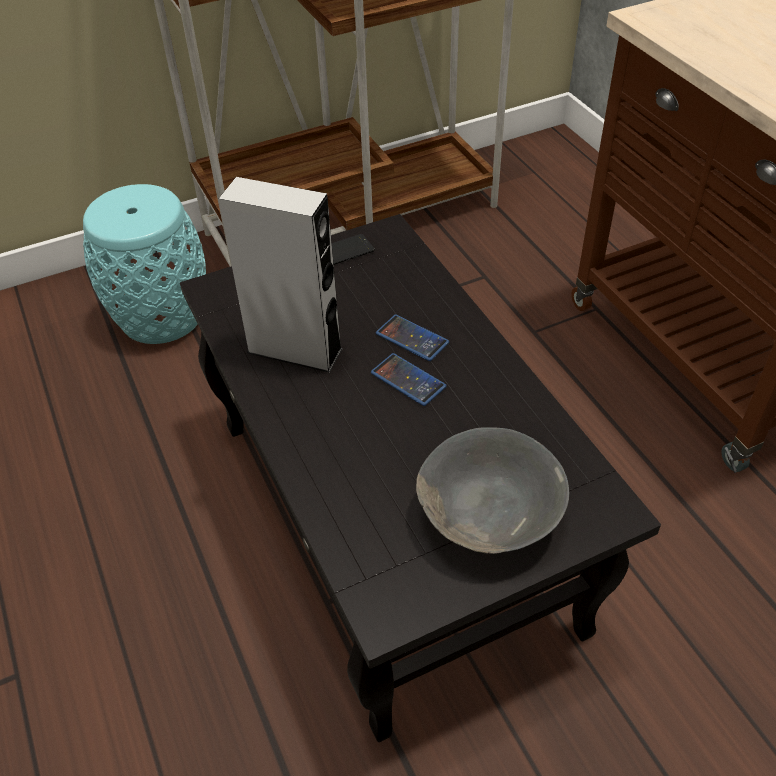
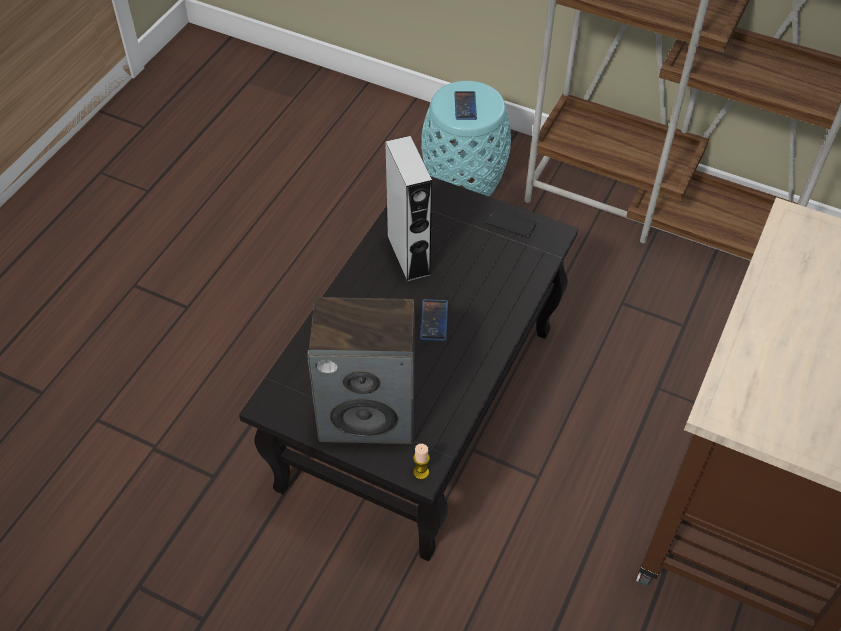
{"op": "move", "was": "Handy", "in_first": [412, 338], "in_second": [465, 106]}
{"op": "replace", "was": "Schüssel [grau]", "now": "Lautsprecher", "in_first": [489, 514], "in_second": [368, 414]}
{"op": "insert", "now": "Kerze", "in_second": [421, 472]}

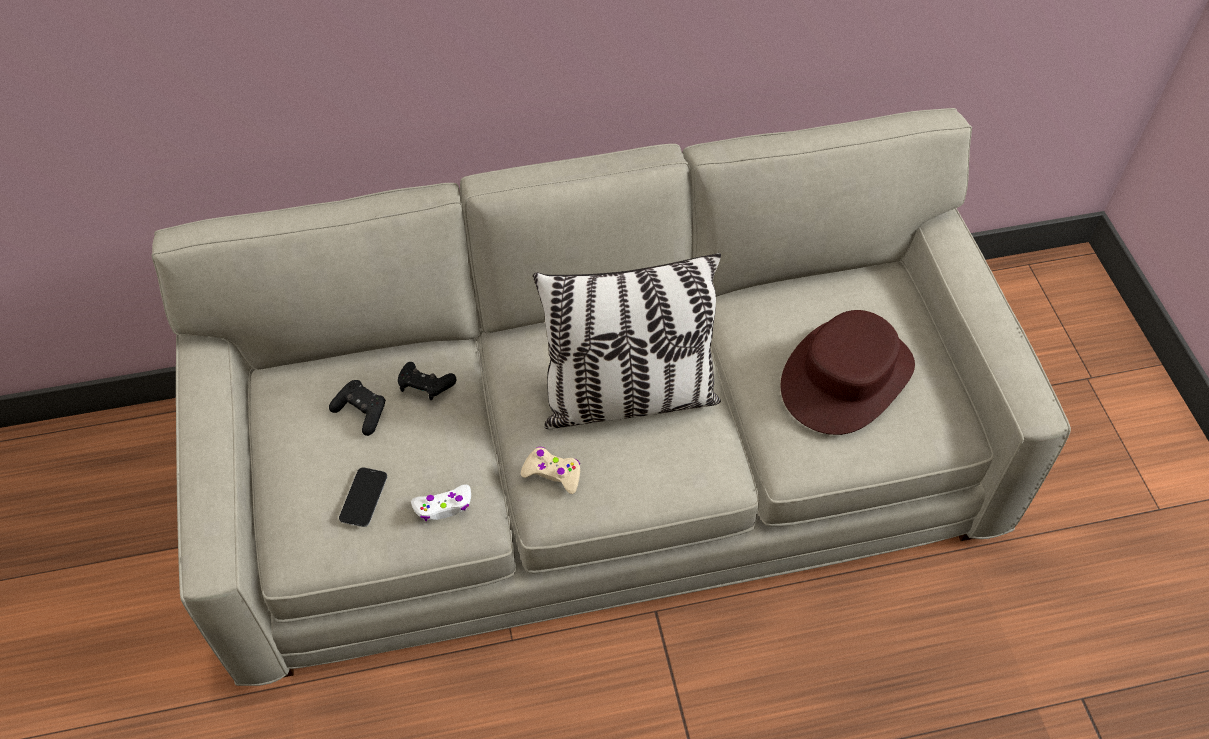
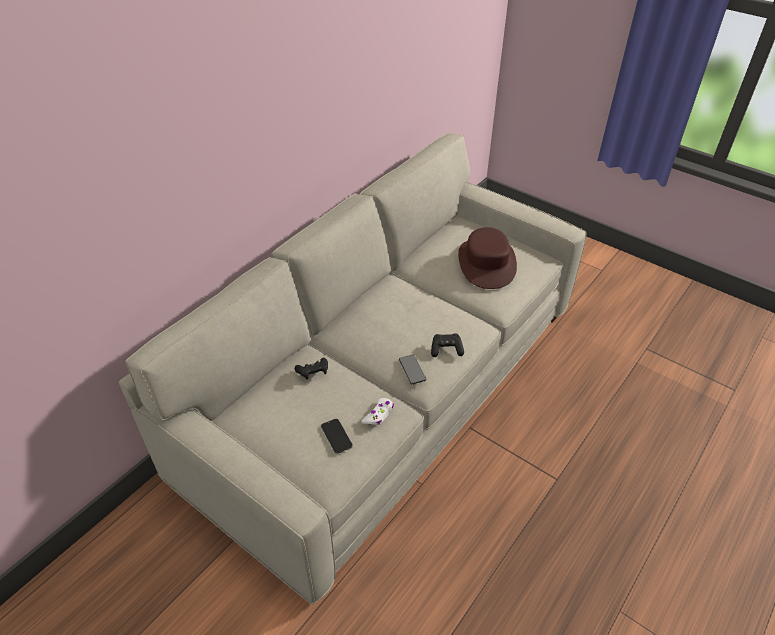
{"op": "delete", "was": "Kissen", "in_first": [629, 398]}
{"op": "move", "was": "Gamepad [schwarz]", "in_first": [361, 412], "in_second": [446, 349]}
{"op": "replace", "was": "Gamepad [beige]", "now": "Handy", "in_first": [552, 473], "in_second": [412, 370]}

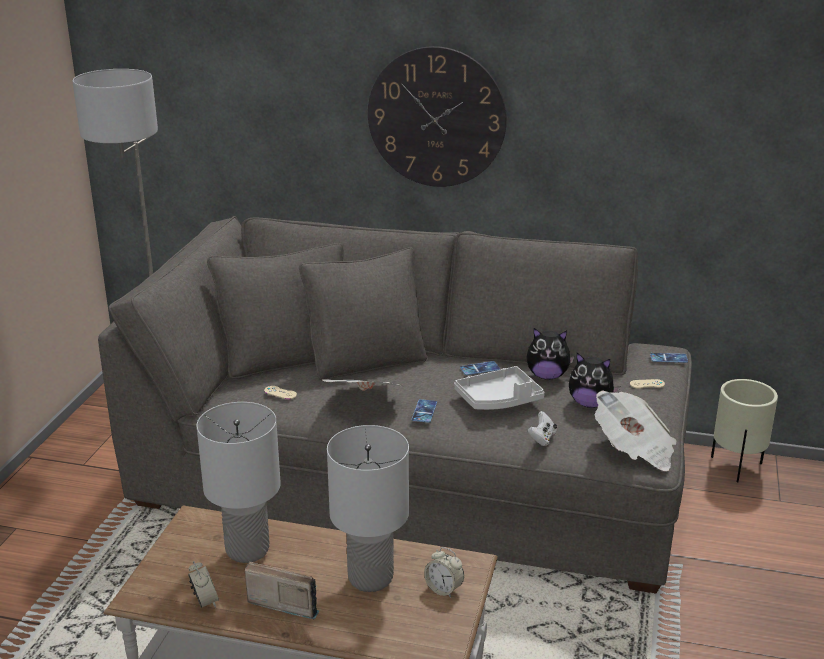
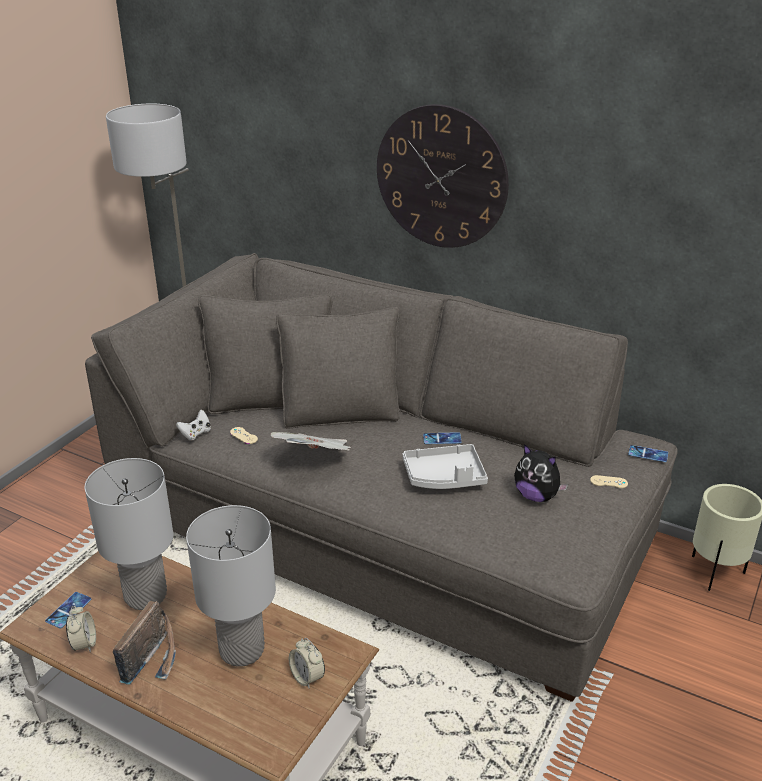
{"op": "delete", "was": "Plüschtier", "in_first": [547, 376]}
{"op": "delete", "was": "Zeitung", "in_first": [634, 450]}
{"op": "move", "was": "Handy", "in_first": [424, 411], "in_second": [68, 610]}
{"op": "move", "was": "Gamepad [weiß]", "in_first": [542, 438], "in_second": [196, 434]}
{"op": "rotate", "was": "Radio", "in_first": [285, 601], "in_second": [154, 658], "clockwise": 75}

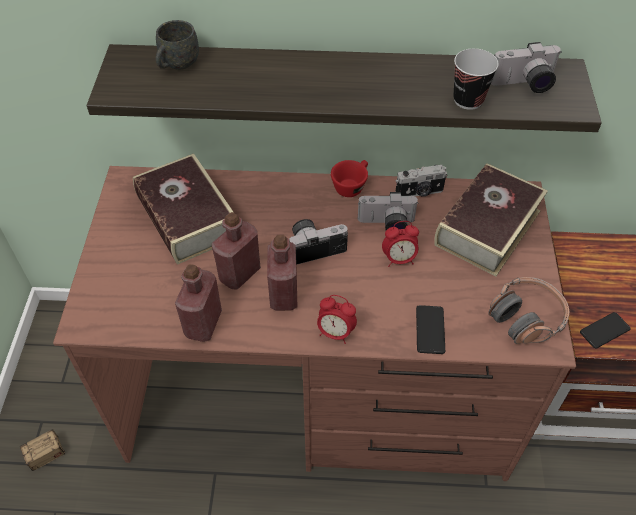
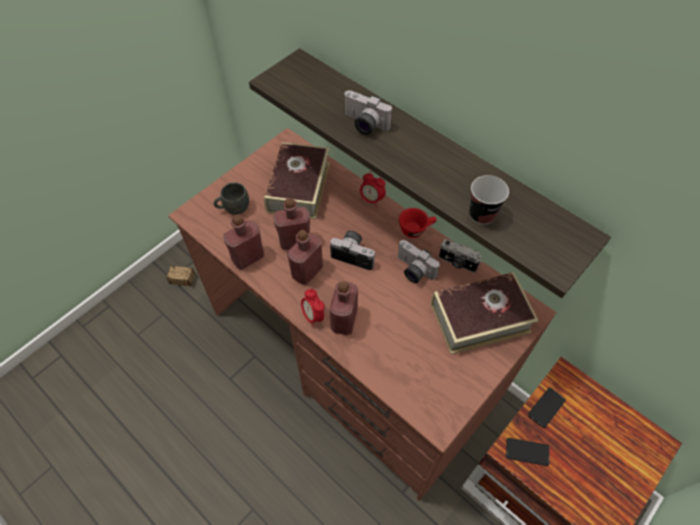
{"op": "move", "was": "Henkelbecher [grau]", "in_first": [177, 65], "in_second": [233, 208]}
{"op": "move", "was": "Kamera", "in_first": [524, 85], "in_second": [363, 124]}
{"op": "move", "was": "Wecker", "in_first": [399, 259], "in_second": [371, 199]}
{"op": "delete", "was": "Kopfhörer", "in_first": [526, 318]}
{"op": "move", "was": "Handy", "in_first": [430, 330], "in_second": [546, 407]}
{"op": "insert", "now": "Flasche [rot]", "in_second": [344, 320]}

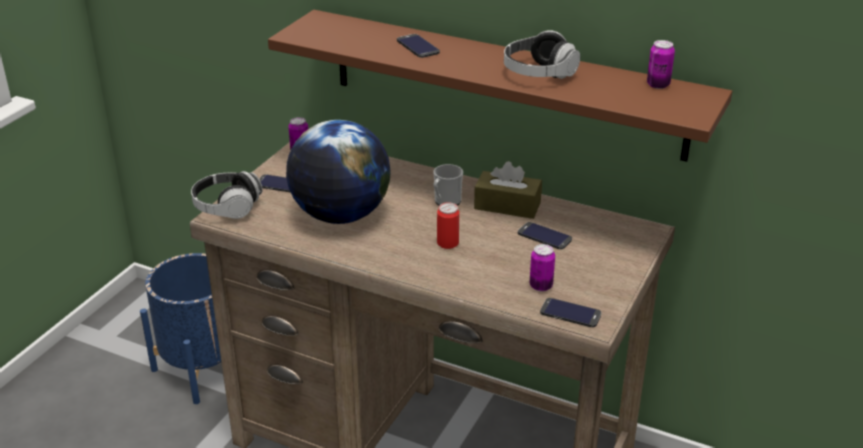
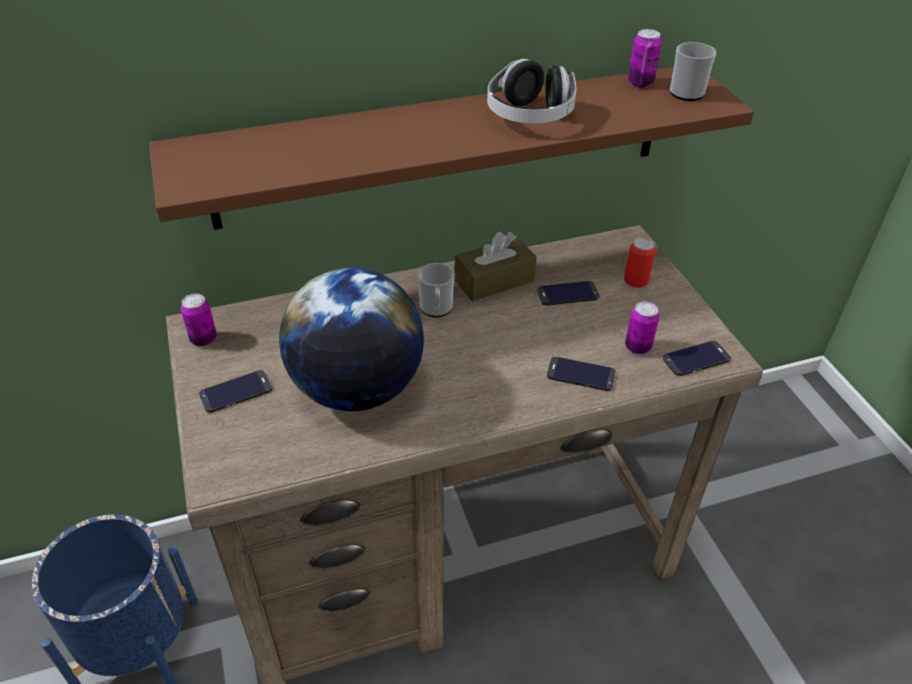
{"op": "move", "was": "Handy", "in_first": [418, 46], "in_second": [580, 374]}
{"op": "delete", "was": "Kopfhörer", "in_first": [227, 207]}
{"op": "move", "was": "Dose", "in_first": [448, 243], "in_second": [636, 280]}
{"op": "insert", "now": "Henkelbecher", "in_second": [689, 92]}

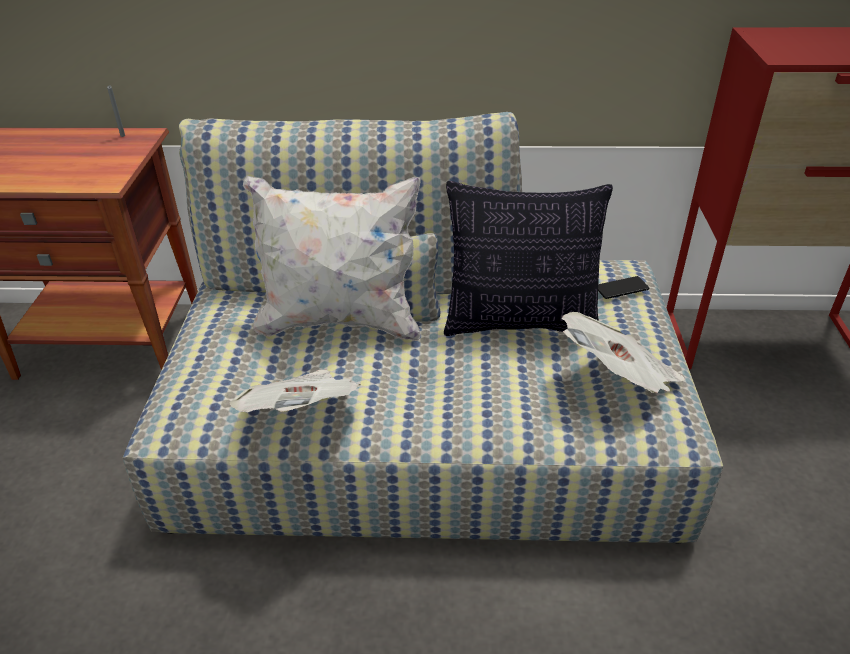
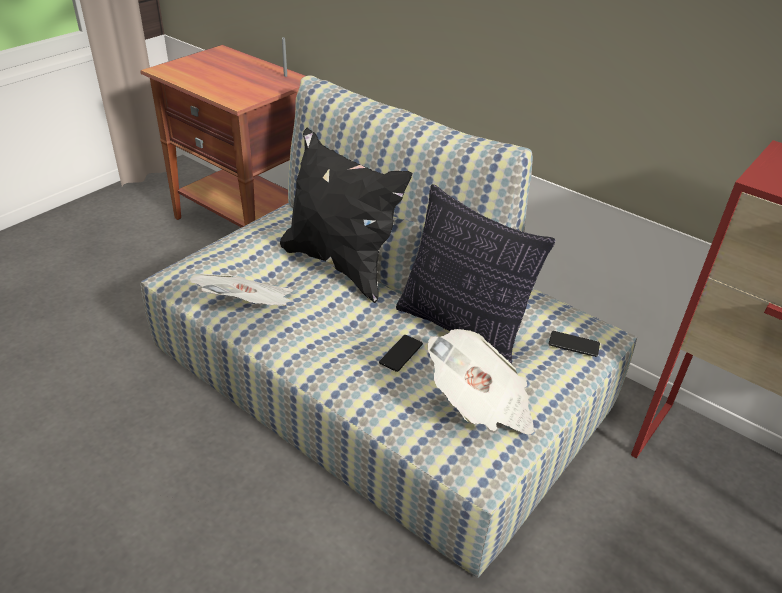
{"op": "recolor", "was": "Kissen [weiß]", "now": "Kissen [schwarz]", "in_first": [340, 322], "in_second": [340, 265]}
{"op": "insert", "now": "Handy", "in_second": [401, 353]}

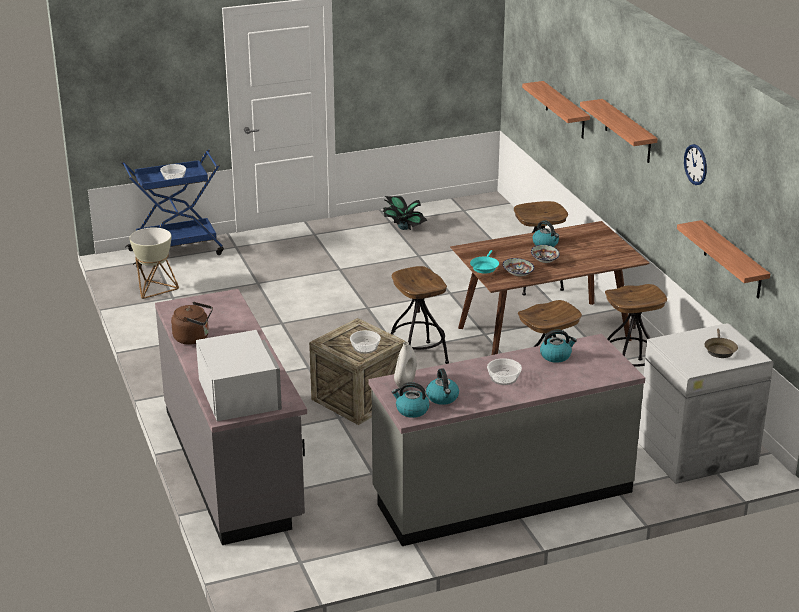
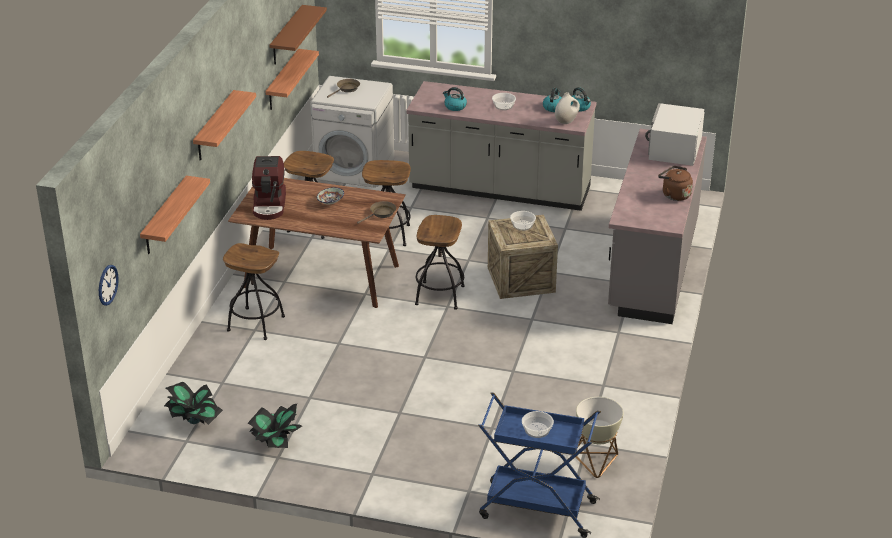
{"op": "move", "was": "Wanduhr", "in_first": [695, 164], "in_second": [107, 285]}
{"op": "delete", "was": "Wasserkessel", "in_first": [545, 244]}
{"op": "recolor", "was": "Pfanne [türkis]", "now": "Pfanne [braun]", "in_first": [484, 267], "in_second": [381, 214]}
{"op": "delete", "was": "Schüssel", "in_first": [518, 274]}
{"op": "insert", "now": "Wandregal [braun]", "in_second": [286, 36]}
{"op": "insert", "now": "Kaffeemaschine", "in_second": [270, 205]}
{"op": "insert", "now": "Topfpflanze", "in_second": [194, 420]}

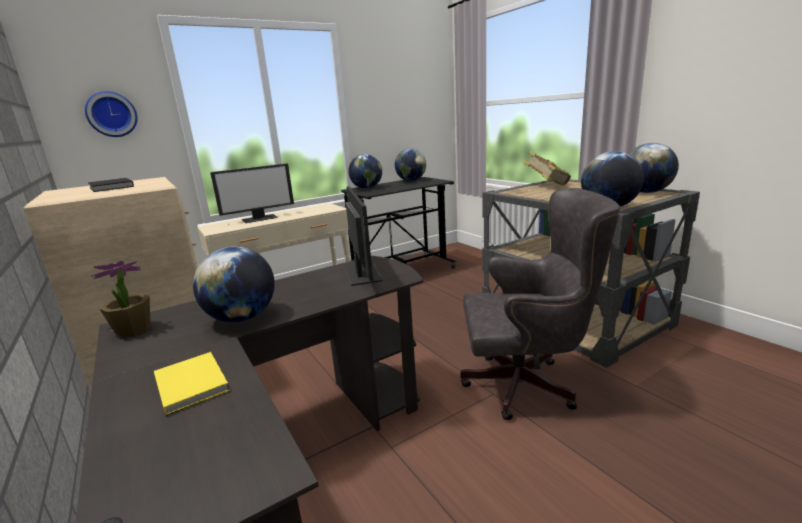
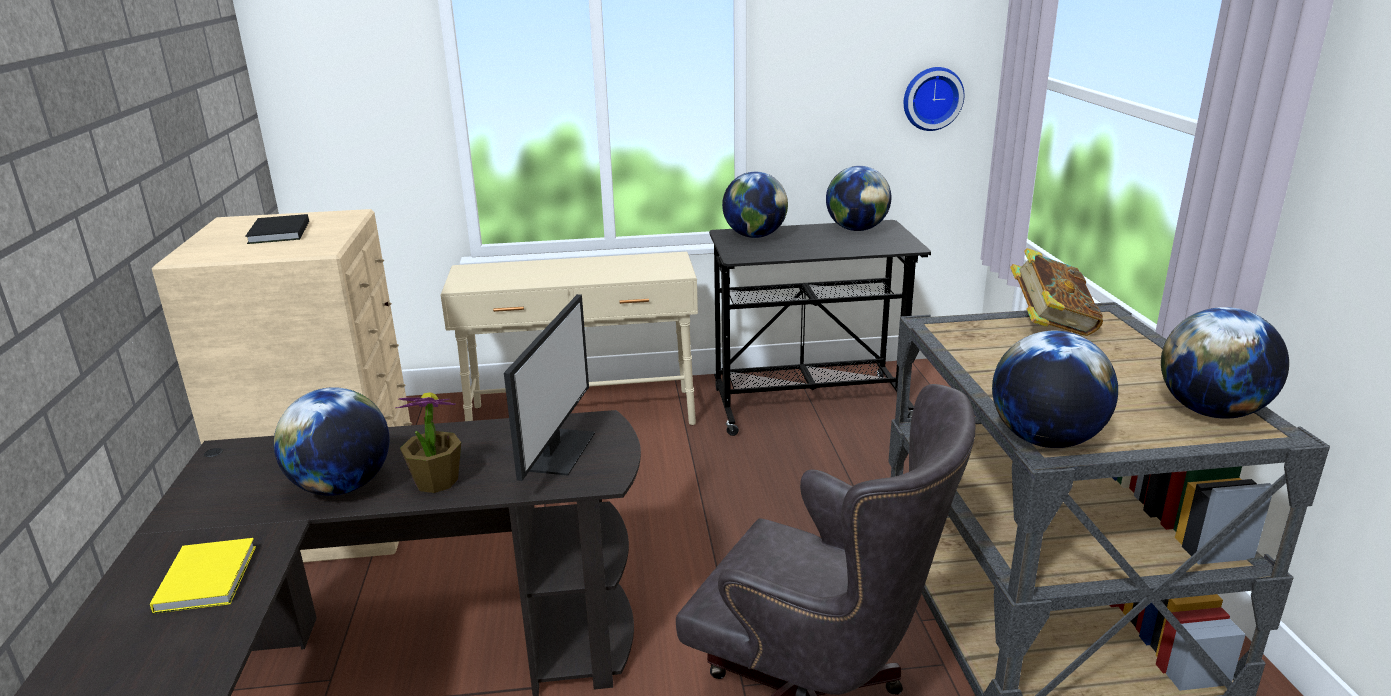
{"op": "move", "was": "Wanduhr", "in_first": [111, 114], "in_second": [931, 98]}
{"op": "delete", "was": "Monitor", "in_first": [260, 218]}
{"op": "move", "was": "Topfpflanze", "in_first": [133, 329], "in_second": [436, 481]}

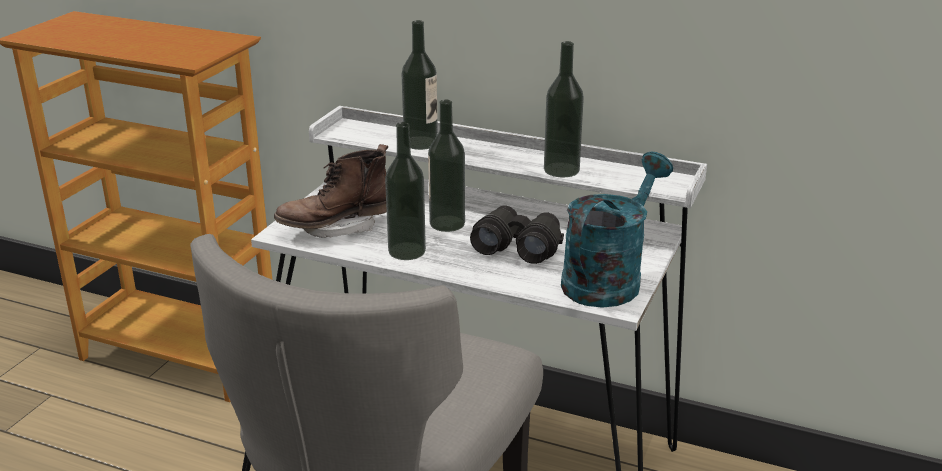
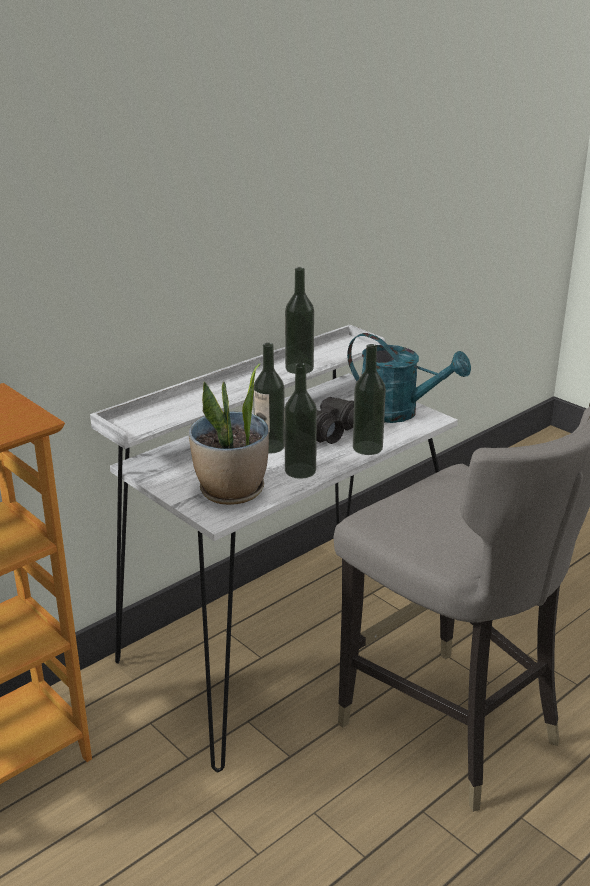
{"op": "move", "was": "Flasche", "in_first": [420, 143], "in_second": [367, 448]}
{"op": "replace", "was": "Stiefel [braun]", "now": "Topfpflanze", "in_first": [336, 227], "in_second": [231, 491]}
{"op": "rotate", "was": "Gießkanne [türkis]", "in_first": [608, 278], "in_second": [398, 413], "clockwise": 150}

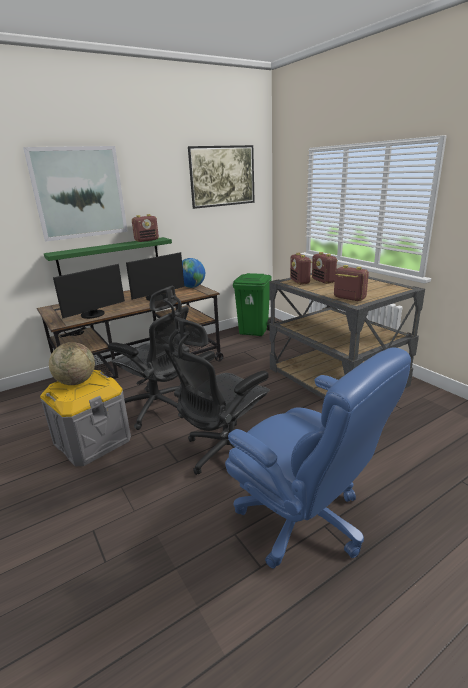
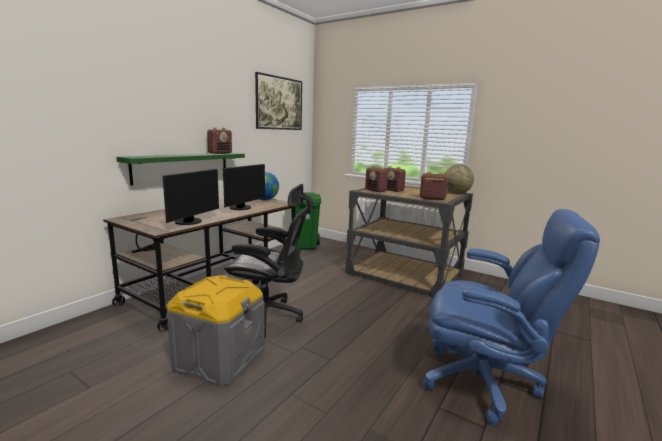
{"op": "delete", "was": "Bild", "in_first": [79, 193]}
{"op": "delete", "was": "Bürostuhl", "in_first": [225, 454]}
{"op": "move", "was": "Globus", "in_first": [76, 382], "in_second": [456, 193]}

